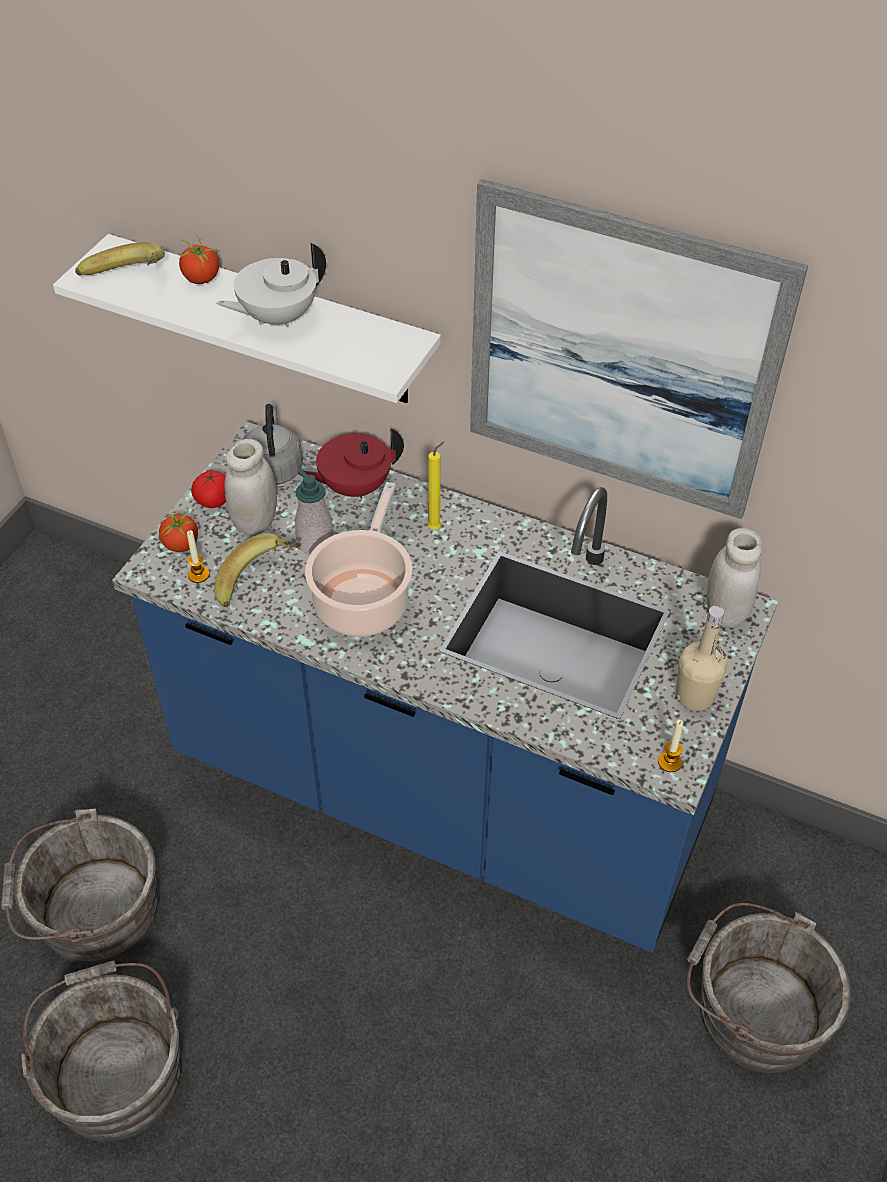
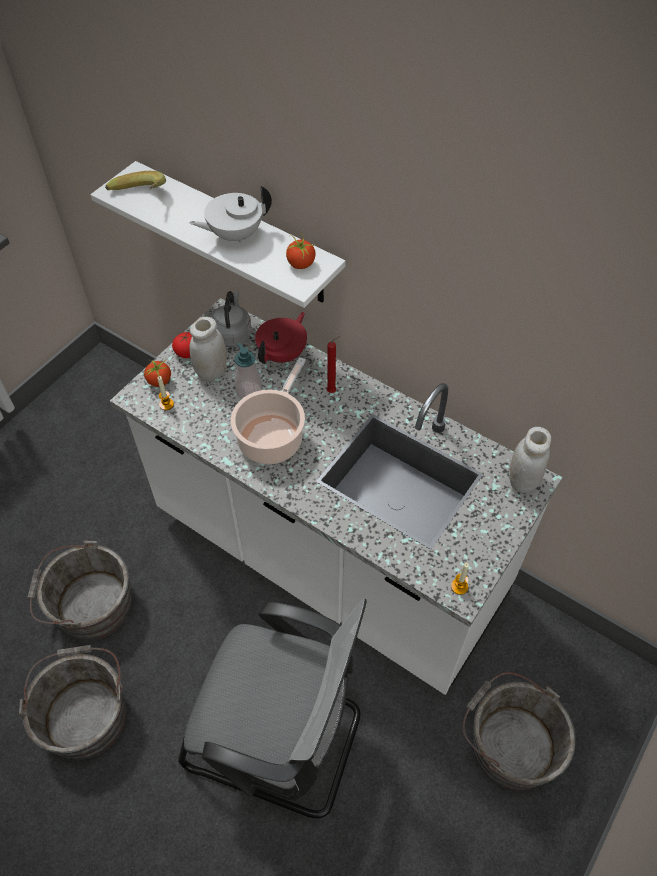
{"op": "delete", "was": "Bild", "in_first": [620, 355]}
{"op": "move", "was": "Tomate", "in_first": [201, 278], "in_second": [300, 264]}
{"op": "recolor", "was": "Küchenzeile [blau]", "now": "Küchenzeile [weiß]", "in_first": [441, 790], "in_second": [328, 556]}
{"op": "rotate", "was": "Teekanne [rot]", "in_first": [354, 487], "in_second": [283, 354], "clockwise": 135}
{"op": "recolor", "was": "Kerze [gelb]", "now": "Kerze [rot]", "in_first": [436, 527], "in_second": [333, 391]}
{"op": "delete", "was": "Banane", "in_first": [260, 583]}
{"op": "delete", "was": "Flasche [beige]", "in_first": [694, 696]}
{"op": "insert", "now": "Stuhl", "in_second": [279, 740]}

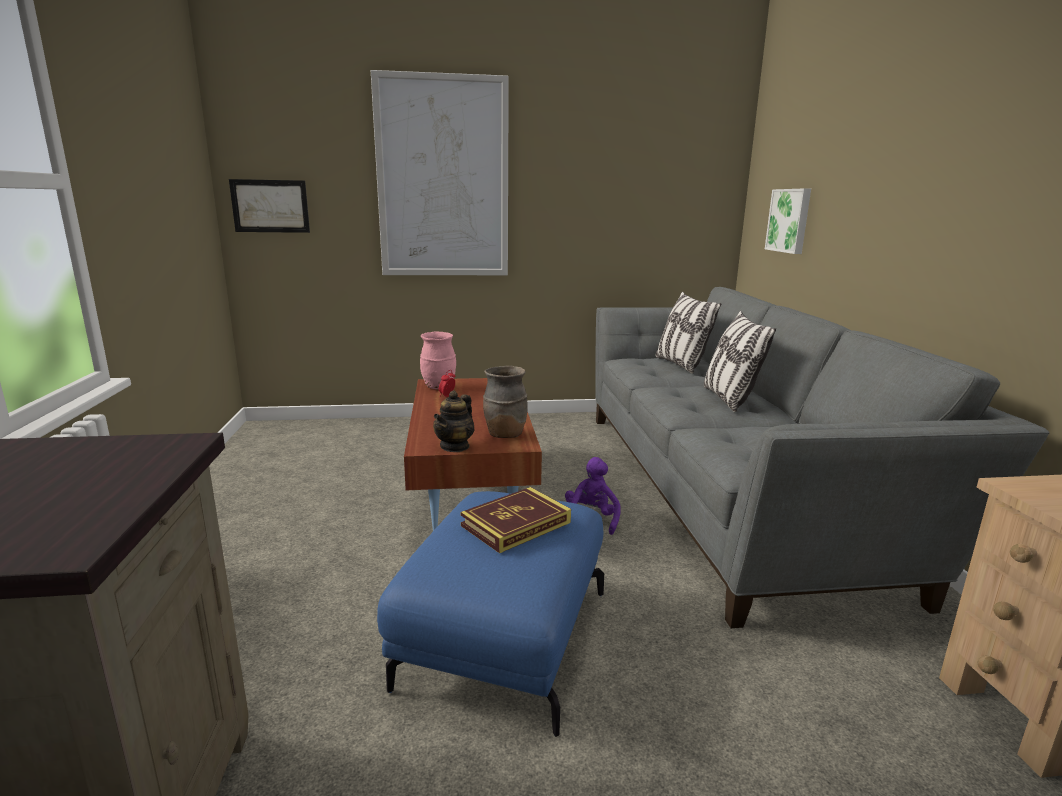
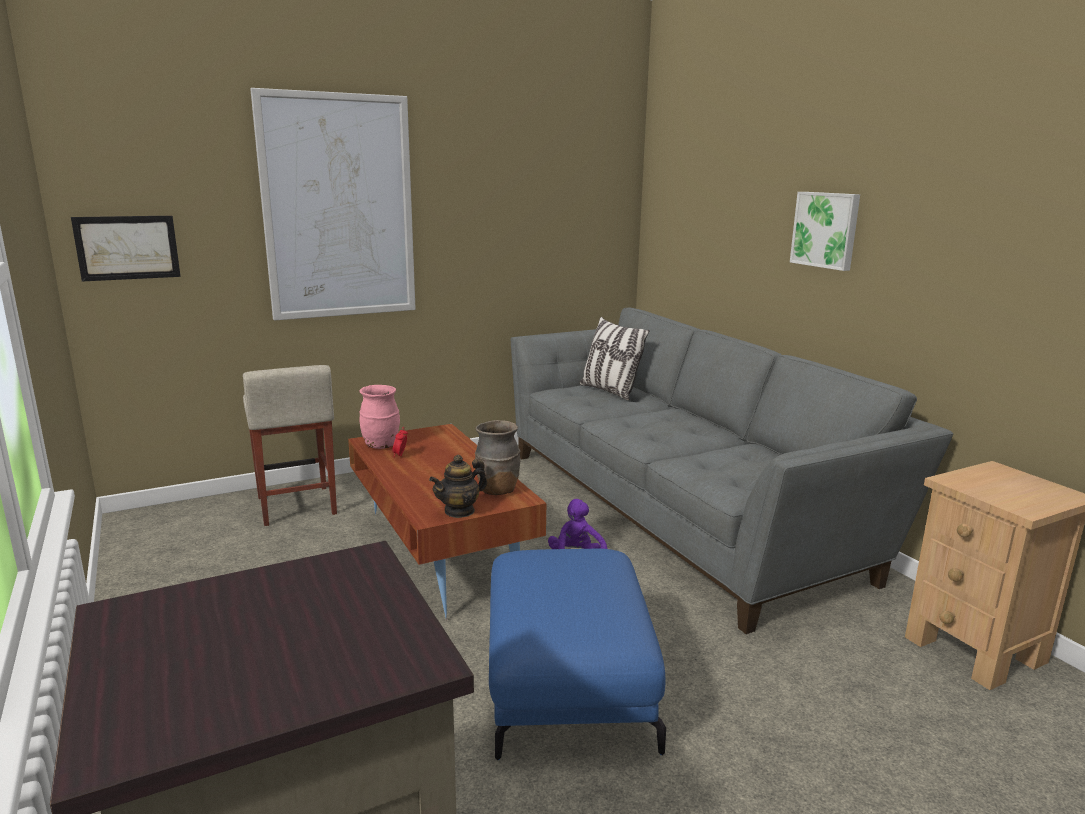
{"op": "move", "was": "Bild", "in_first": [789, 220], "in_second": [826, 230]}
{"op": "delete", "was": "Kissen", "in_first": [729, 399]}
{"op": "rotate", "was": "Teekanne", "in_first": [455, 446], "in_second": [459, 511], "clockwise": 45}
{"op": "delete", "was": "Buch", "in_first": [516, 524]}
{"op": "insert", "now": "Hocker [beige]", "in_second": [296, 506]}

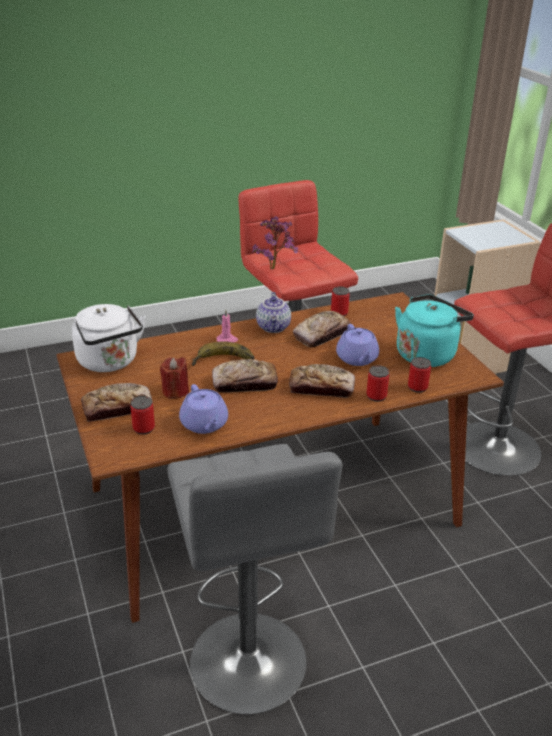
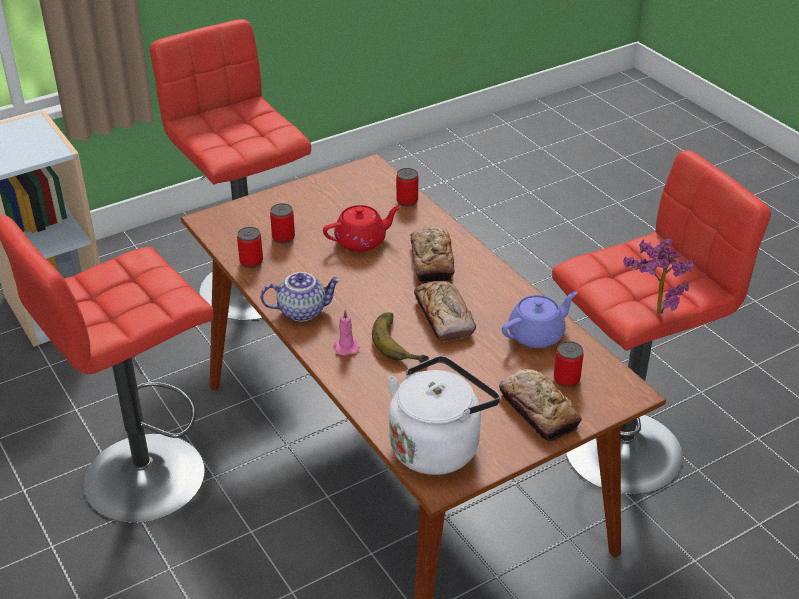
{"op": "move", "was": "Topfpflanze", "in_first": [275, 268], "in_second": [653, 310]}
{"op": "delete", "was": "Wasserkessel [türkis]", "in_first": [427, 353]}
{"op": "delete", "was": "Brot", "in_first": [322, 335]}
{"op": "recolor", "was": "Teekanne [lila]", "now": "Teekanne [rot]", "in_first": [357, 359], "in_second": [362, 241]}
{"op": "delete", "was": "Kerze [rot]", "in_first": [175, 391]}
{"op": "move", "was": "Dose", "in_first": [376, 396], "in_second": [283, 237]}
{"op": "recolor", "was": "Hocker [grau]", "now": "Hocker [rot]", "in_first": [247, 663], "in_second": [625, 452]}

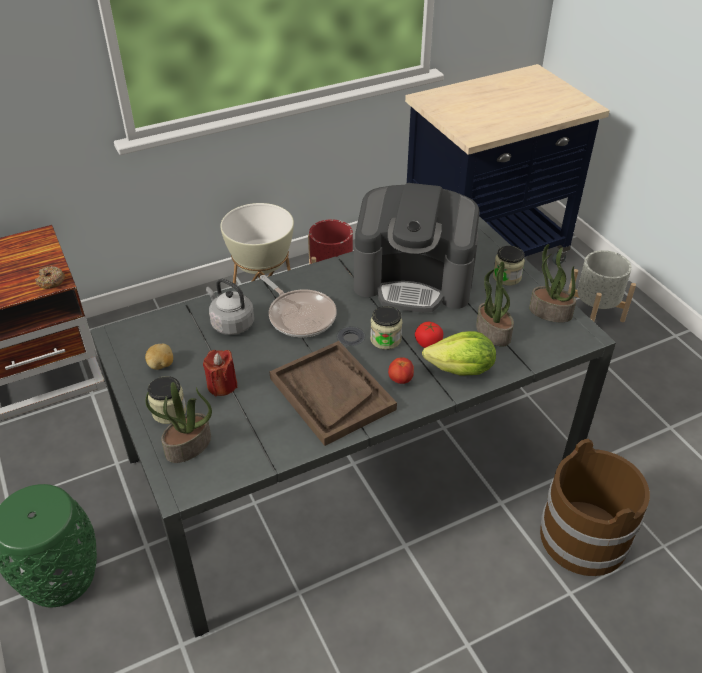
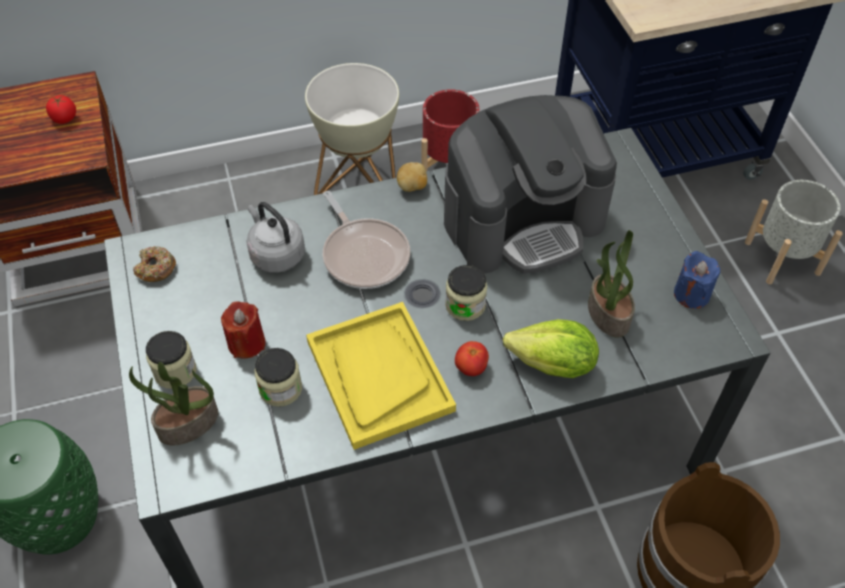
{"op": "rotate", "was": "Kaffeemaschine", "in_first": [414, 280], "in_second": [523, 220], "clockwise": -45}
{"op": "replace", "was": "Topfpflanze", "now": "Kerze [blau]", "in_first": [549, 312], "in_second": [691, 294]}
{"op": "move", "was": "Vorratsglas", "in_first": [507, 277], "in_second": [280, 389]}
{"op": "move", "was": "Donut", "in_first": [51, 281], "in_second": [155, 269]}
{"op": "move", "was": "Tomate", "in_first": [428, 343], "in_second": [64, 118]}
{"op": "recolor", "was": "Tablett [braun]", "now": "Tablett [gelb]", "in_first": [331, 394], "in_second": [379, 375]}
{"op": "move", "was": "Kartoffel", "in_first": [161, 365], "in_second": [412, 187]}

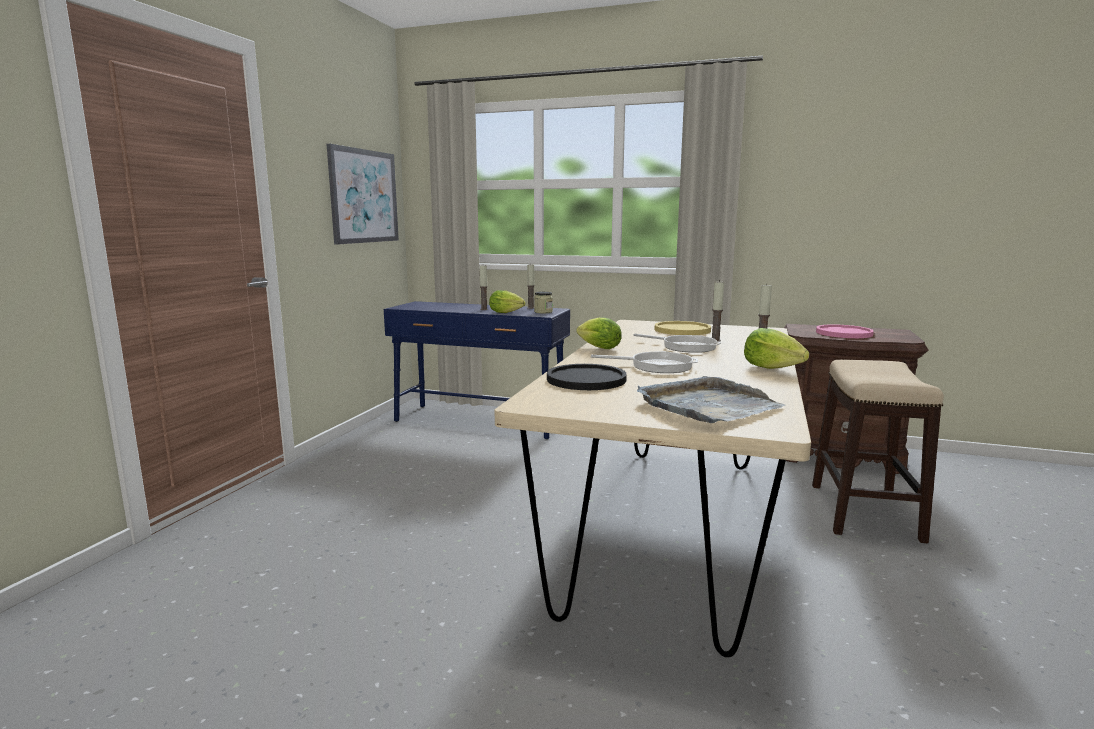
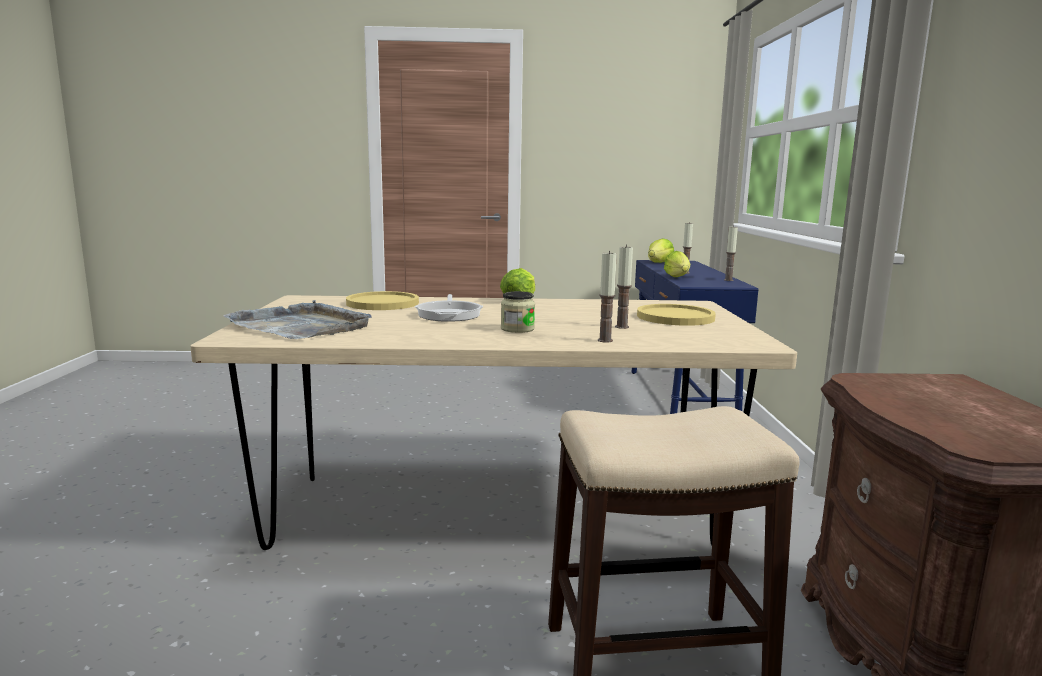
{"op": "delete", "was": "Bild", "in_first": [364, 196]}
{"op": "move", "was": "Vorratsglas", "in_first": [543, 312], "in_second": [517, 329]}
{"op": "delete", "was": "Teller [rosa]", "in_first": [843, 333]}
{"op": "move", "was": "Salatkopf", "in_first": [771, 368], "in_second": [659, 263]}
{"op": "delete", "was": "Pfanne", "in_first": [685, 347]}
{"op": "recolor", "was": "Teller [schwarz]", "now": "Teller [gelb]", "in_first": [586, 379], "in_second": [382, 303]}

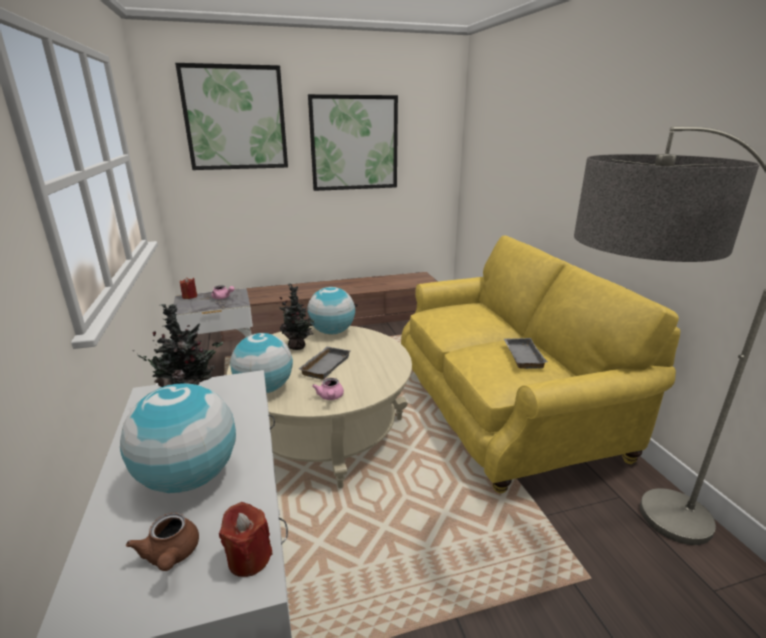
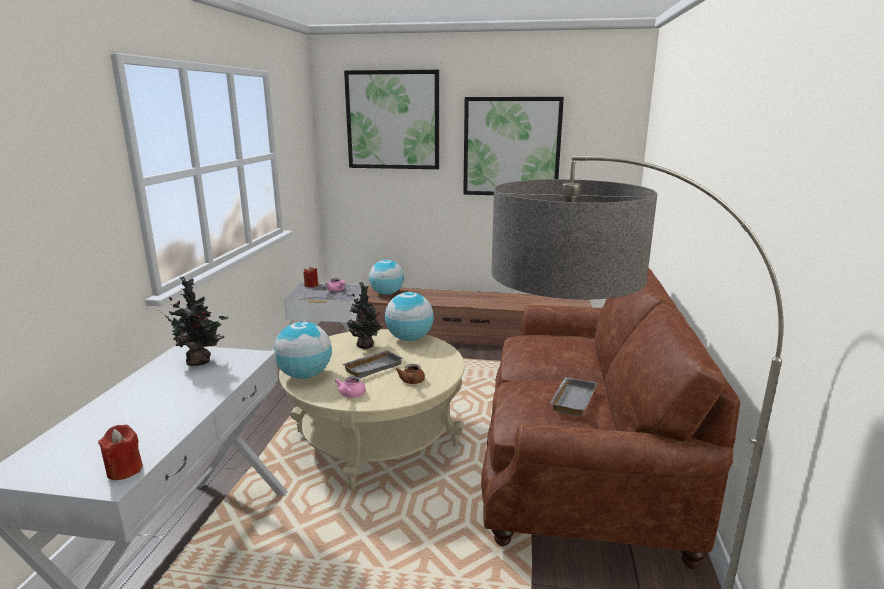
{"op": "recolor", "was": "Sofa [gelb]", "now": "Sofa [braun]", "in_first": [502, 406], "in_second": [580, 462]}
{"op": "move", "was": "Globus", "in_first": [189, 477], "in_second": [387, 293]}
{"op": "move", "was": "Teekanne [braun]", "in_first": [171, 555], "in_second": [411, 382]}

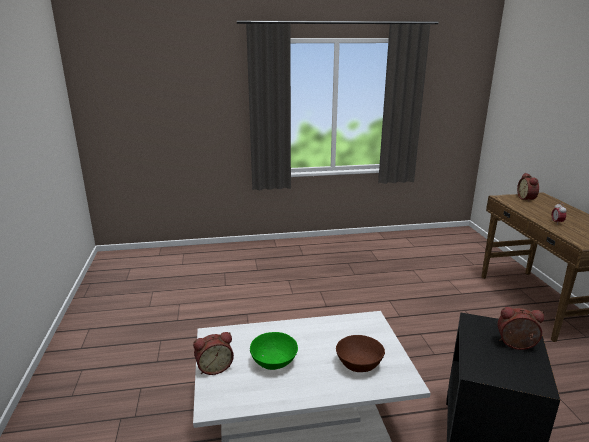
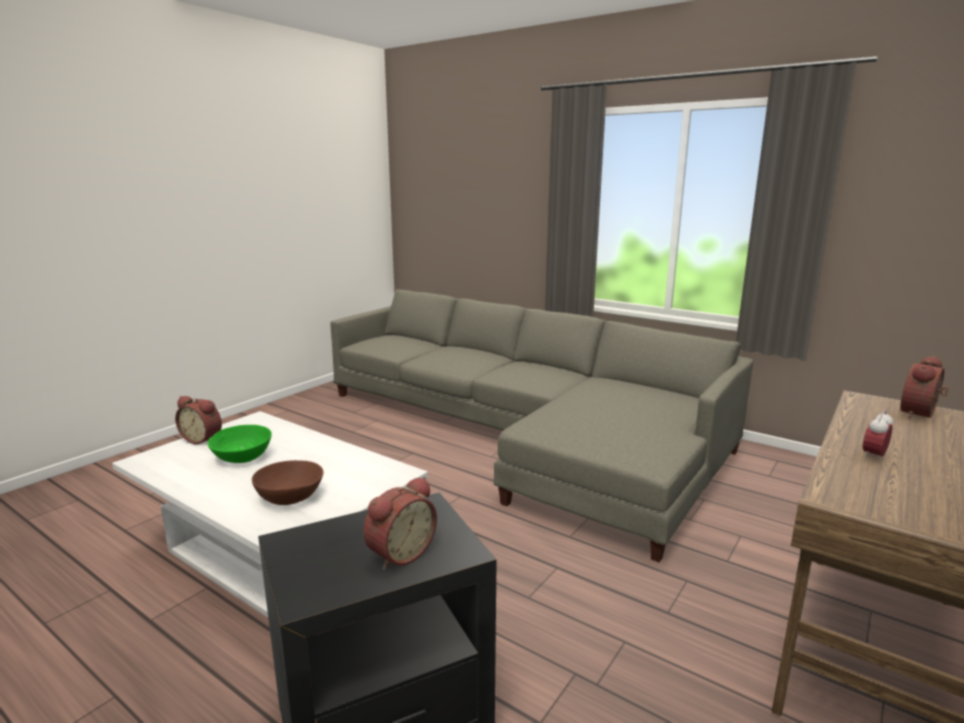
{"op": "rotate", "was": "Wecker", "in_first": [516, 345], "in_second": [399, 553], "clockwise": 75}
{"op": "insert", "now": "Sofa [grau]", "in_second": [526, 434]}

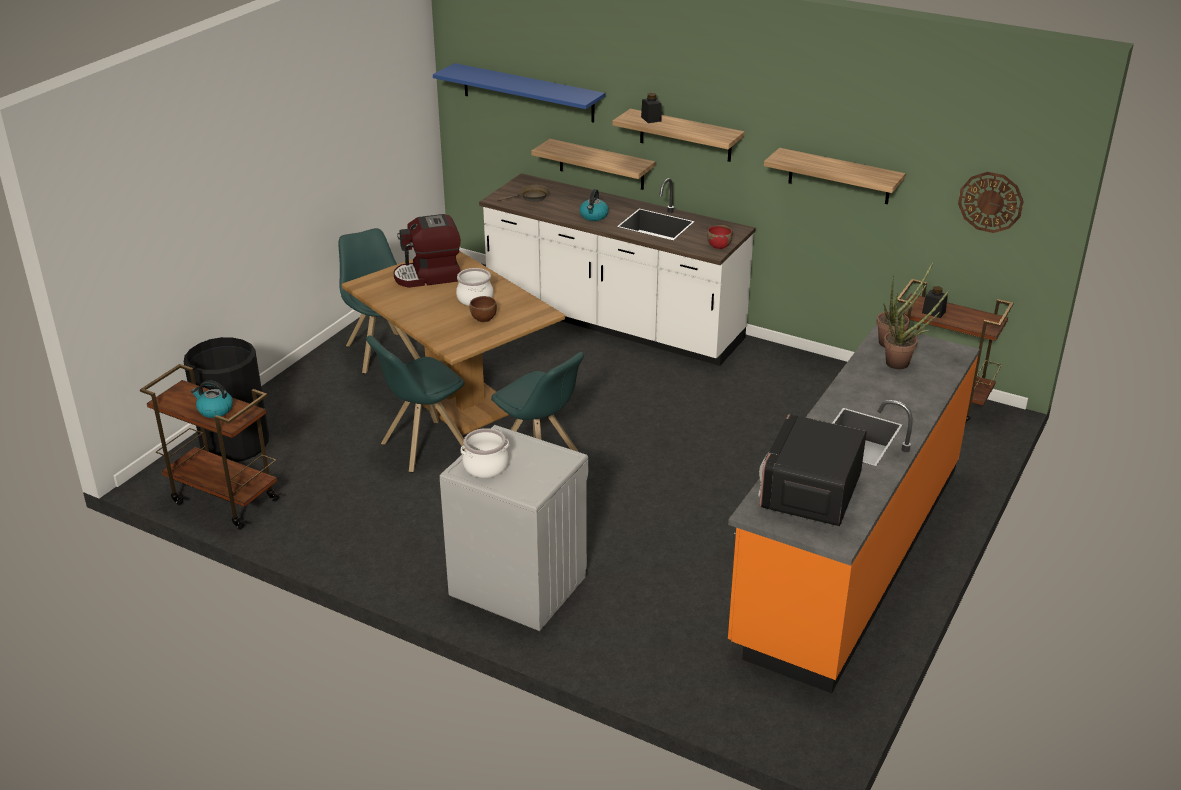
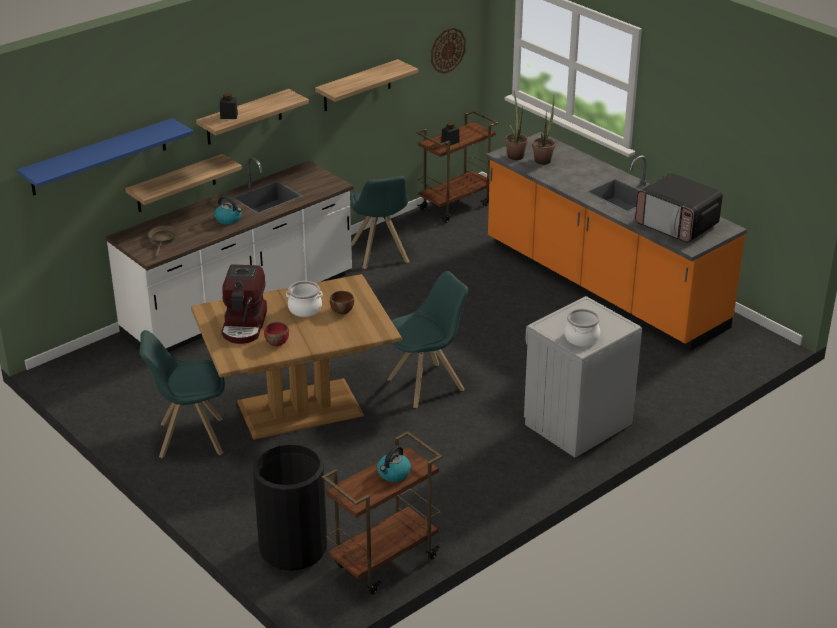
{"op": "move", "was": "Schüssel [rot]", "in_first": [719, 245], "in_second": [276, 342]}
{"op": "move", "was": "Stuhl [türkis]", "in_first": [424, 446], "in_second": [380, 254]}

